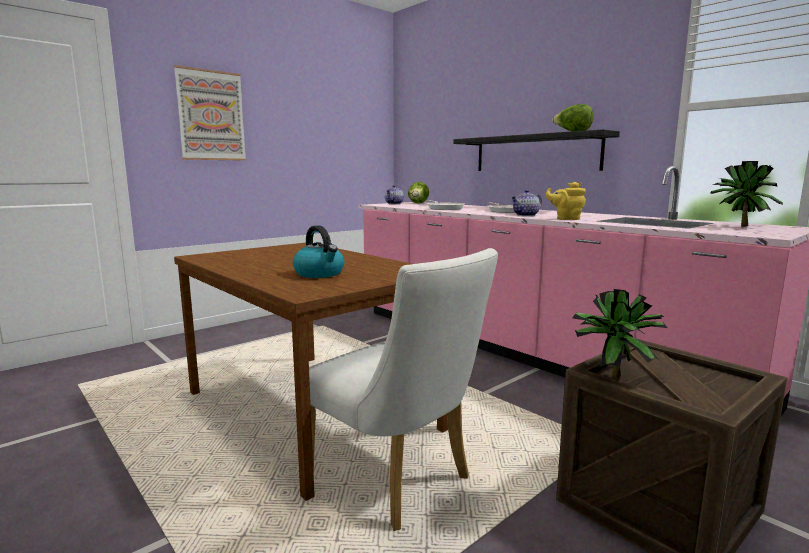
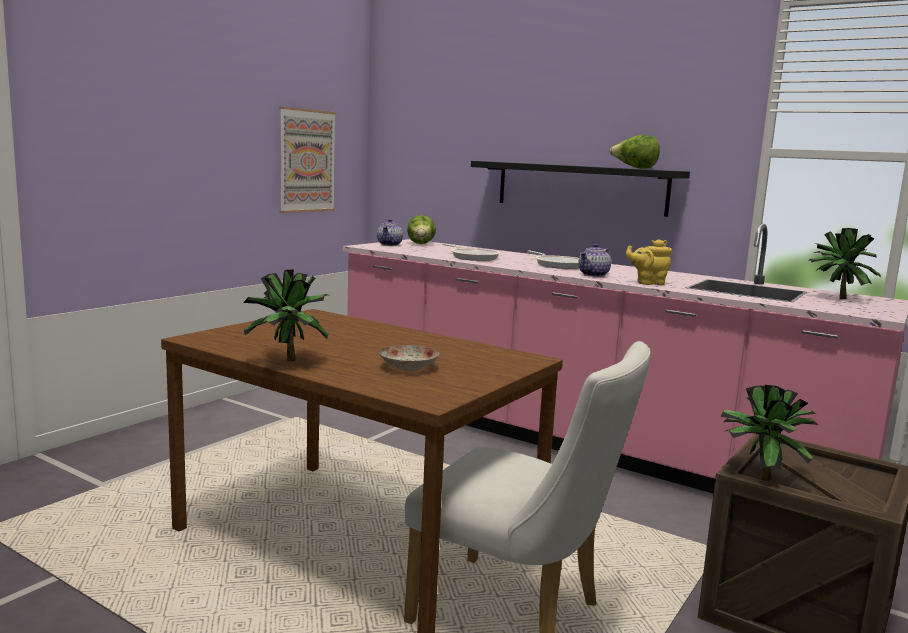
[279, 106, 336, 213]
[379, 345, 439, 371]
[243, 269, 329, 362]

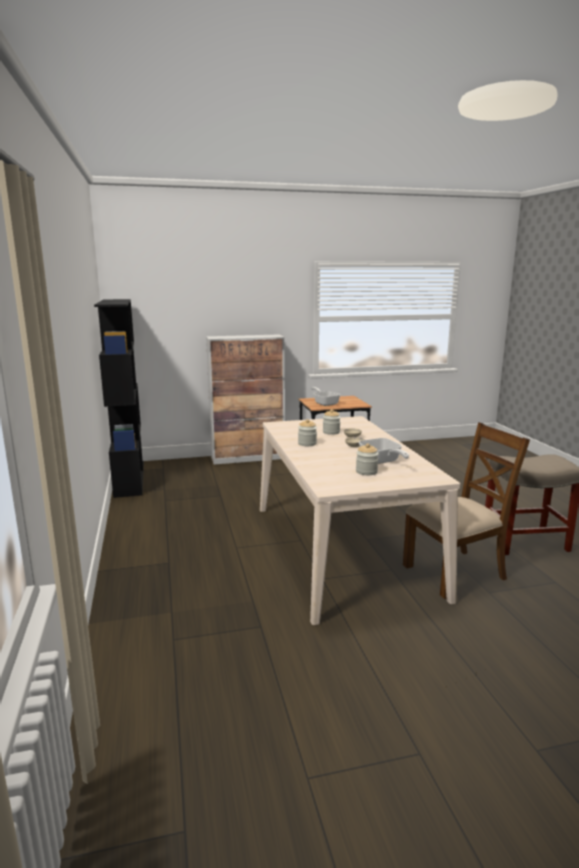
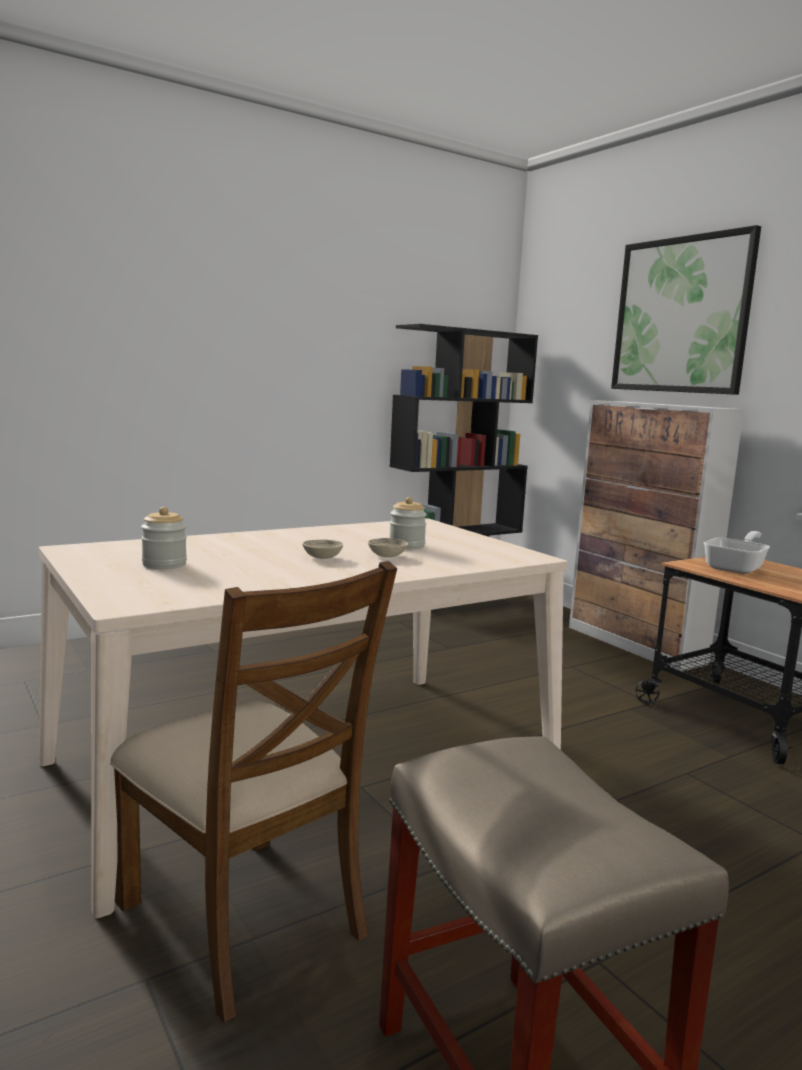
[298, 419, 317, 446] (first image)
[359, 438, 409, 464] (first image)
[611, 225, 761, 395]

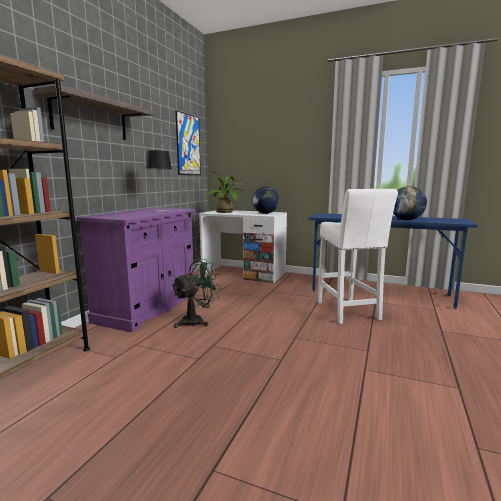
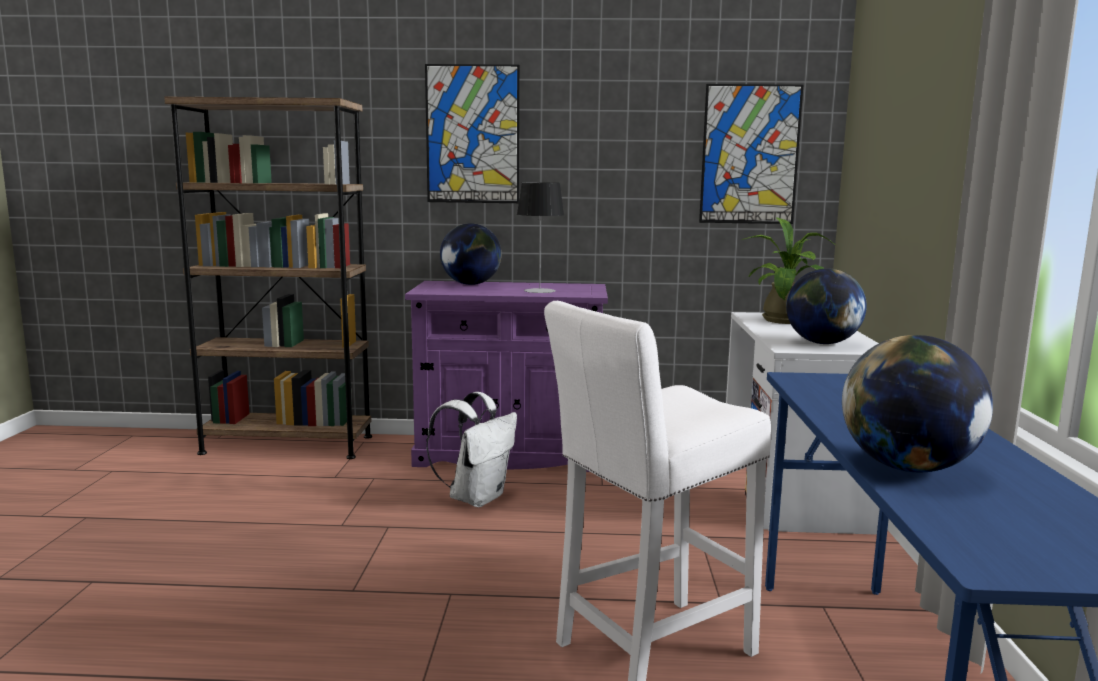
[425, 64, 520, 203]
[426, 392, 517, 507]
[440, 223, 501, 285]

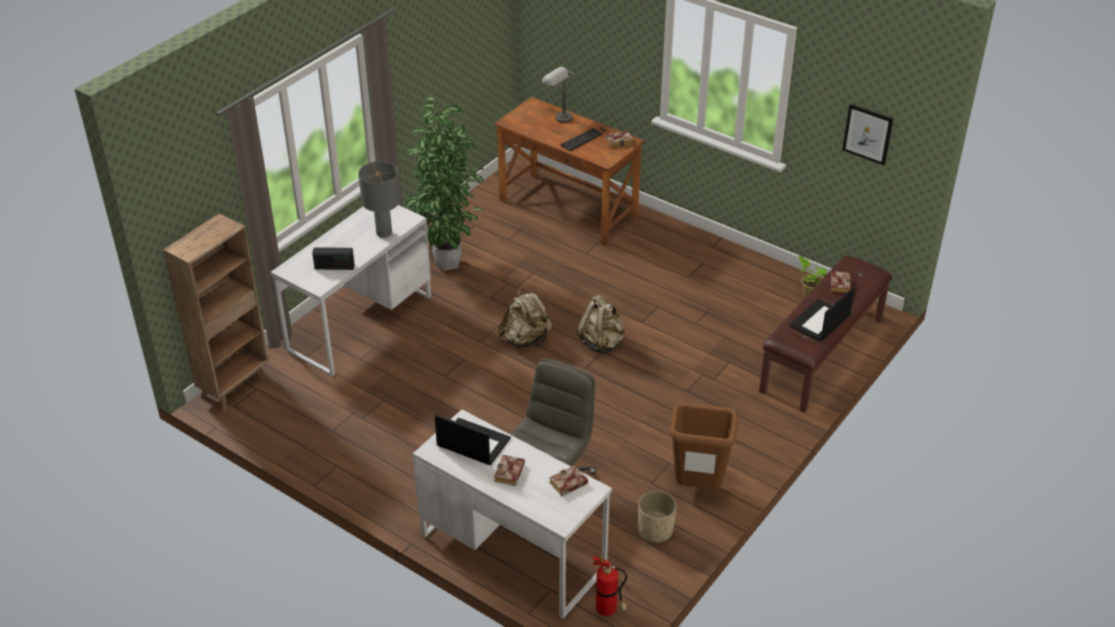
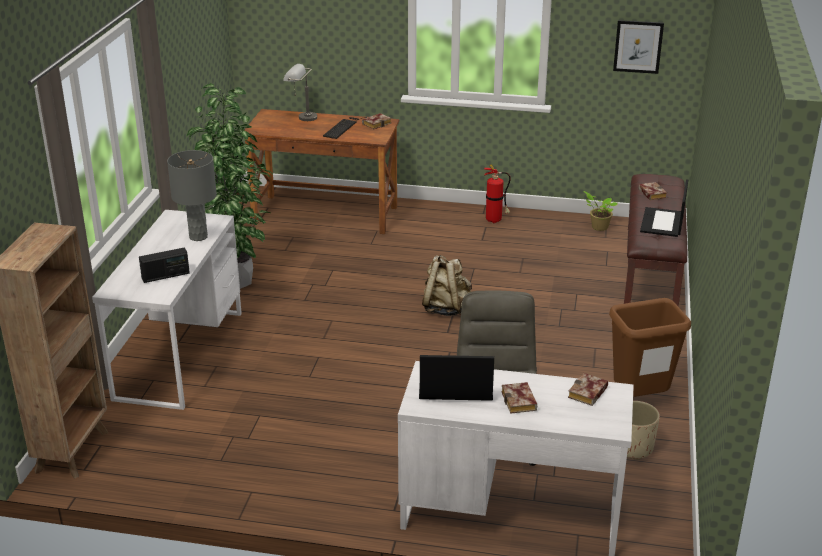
[498, 288, 552, 347] (first image)
[484, 164, 511, 223]

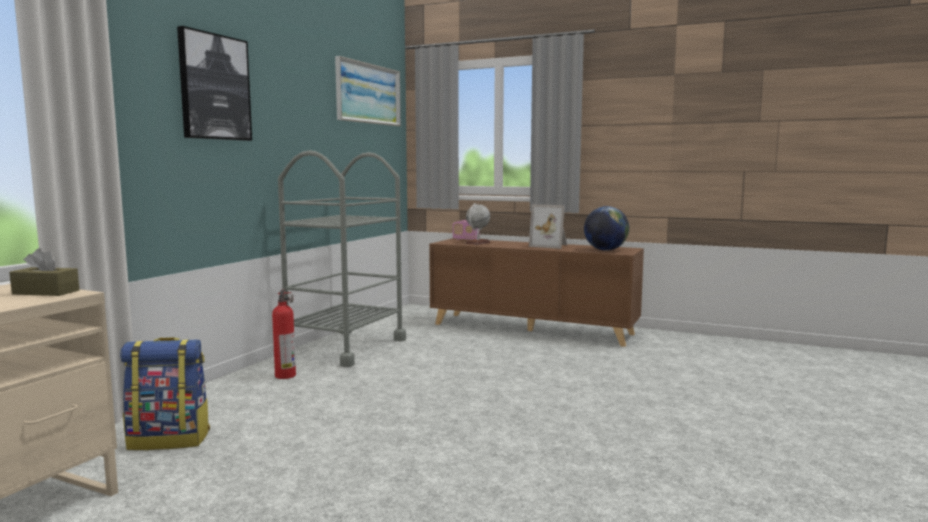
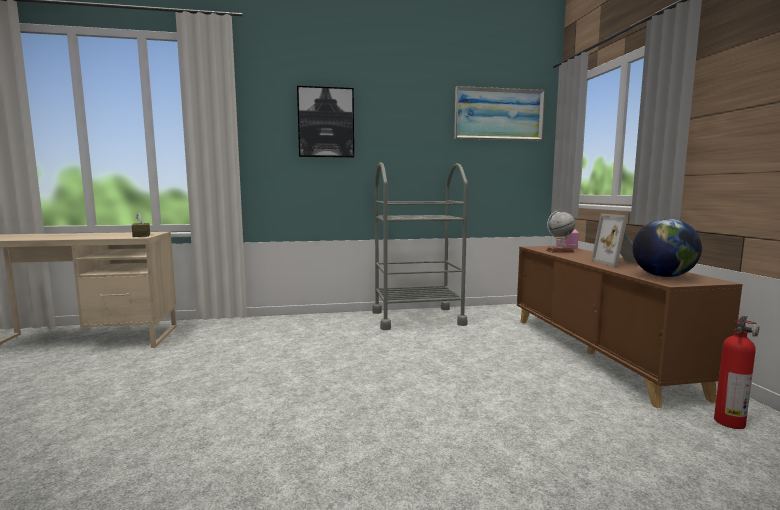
[120, 337, 210, 450] (first image)
[714, 316, 759, 429]

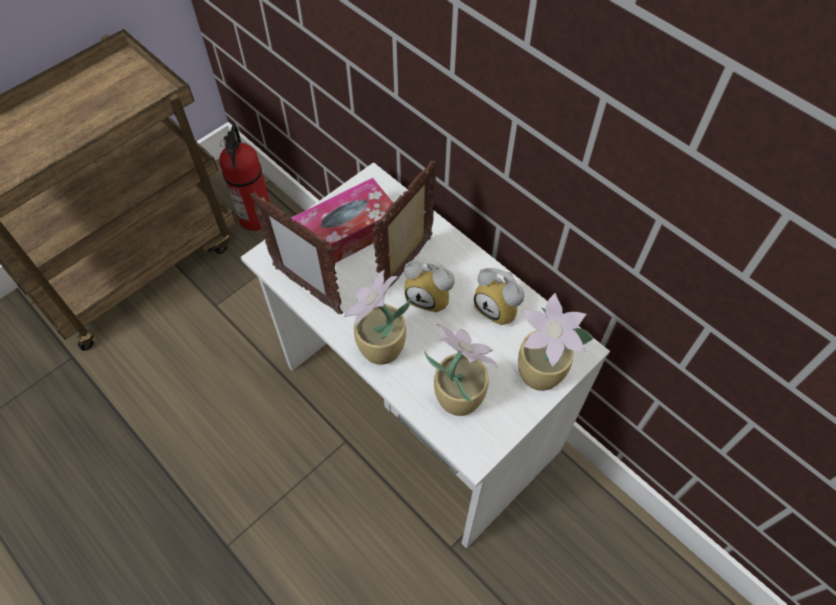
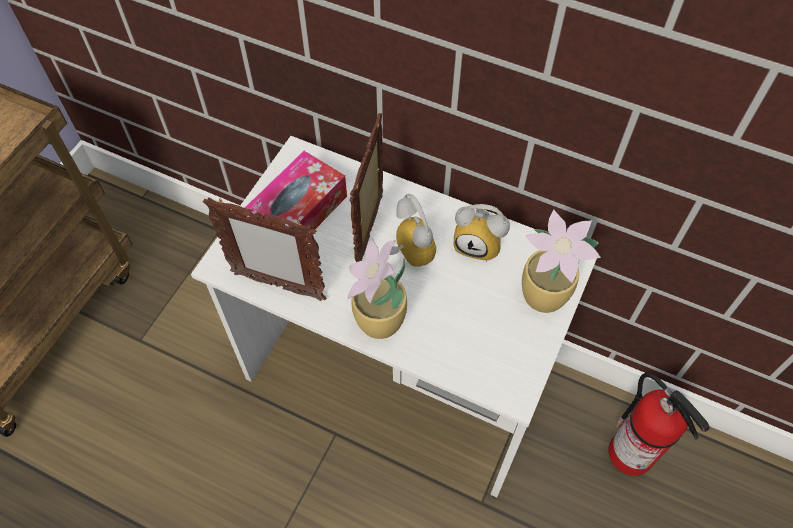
[608, 373, 710, 476]
[390, 194, 436, 267]
[424, 324, 498, 416] (first image)

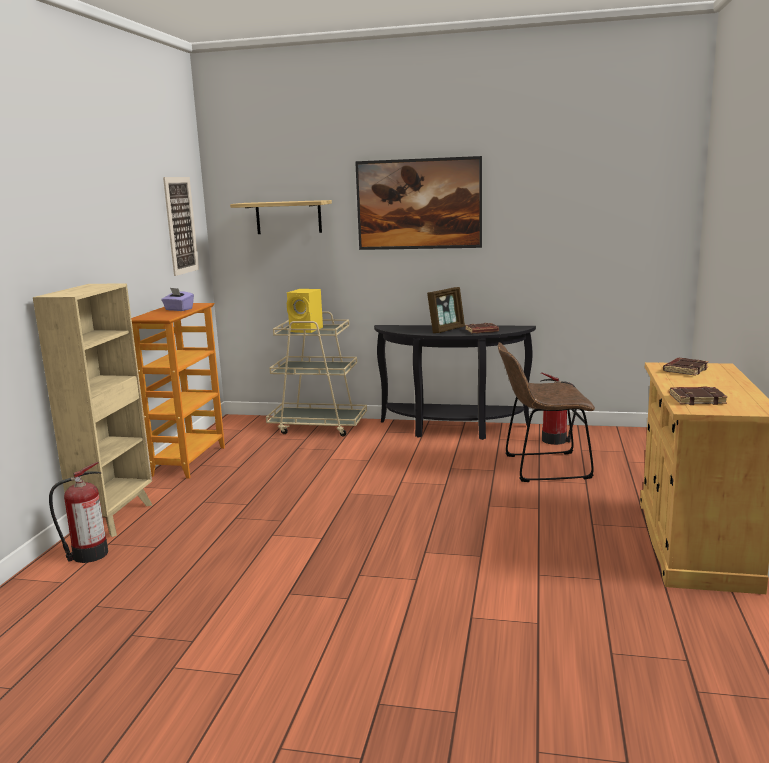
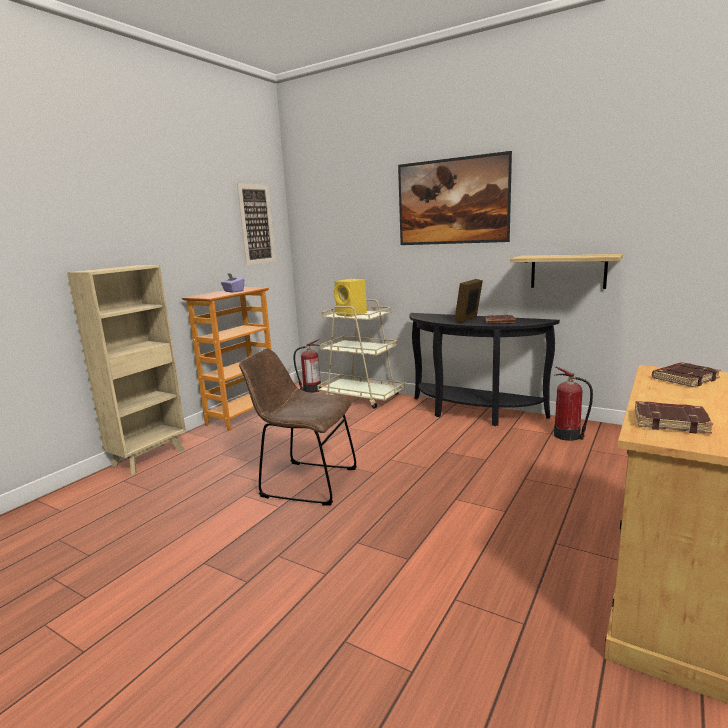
[294, 339, 321, 393]
[510, 254, 623, 289]
[454, 279, 483, 323]
[239, 348, 357, 506]

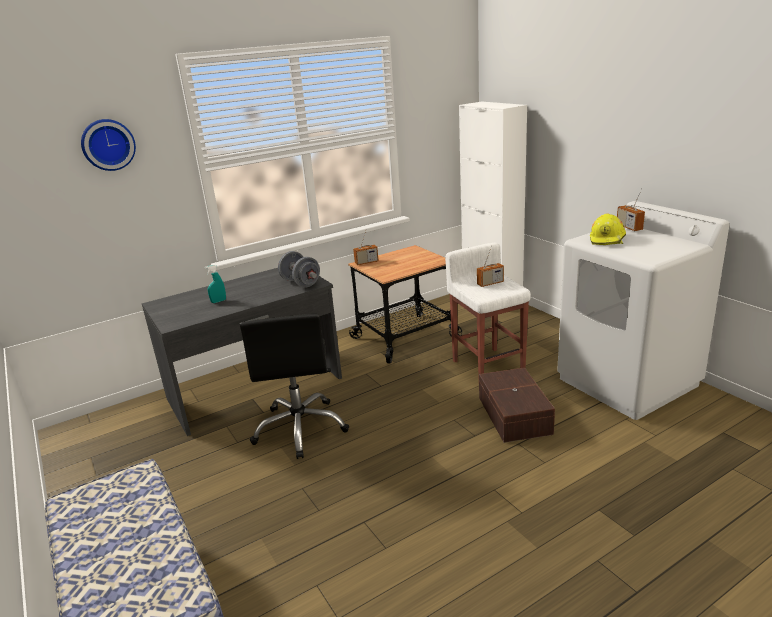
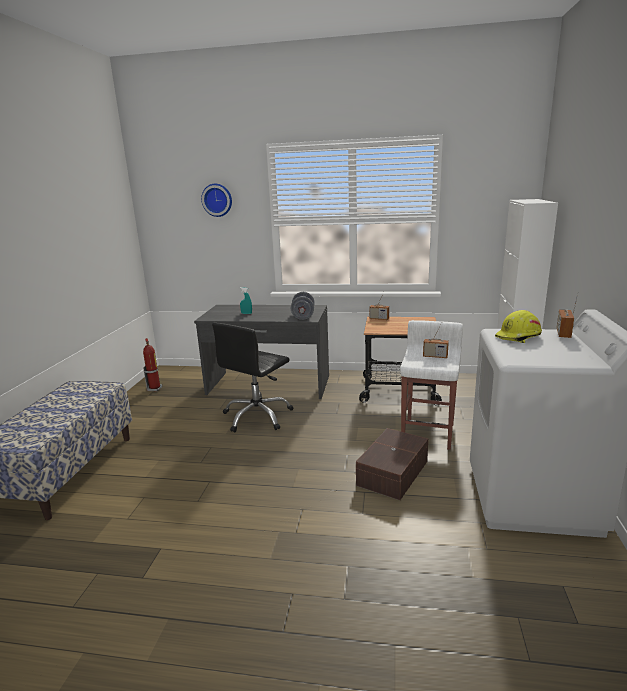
[143, 338, 163, 391]

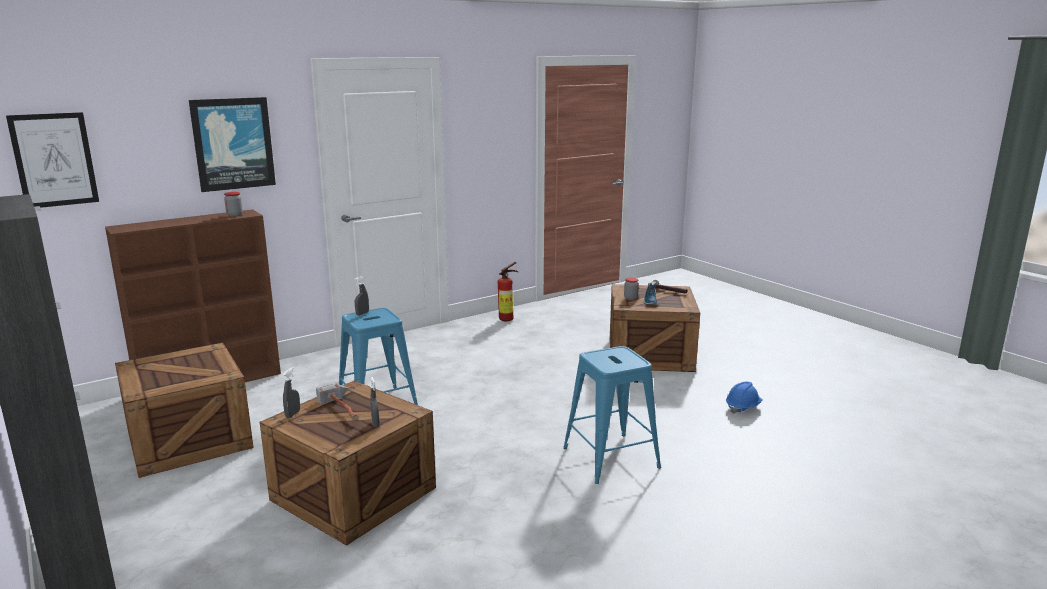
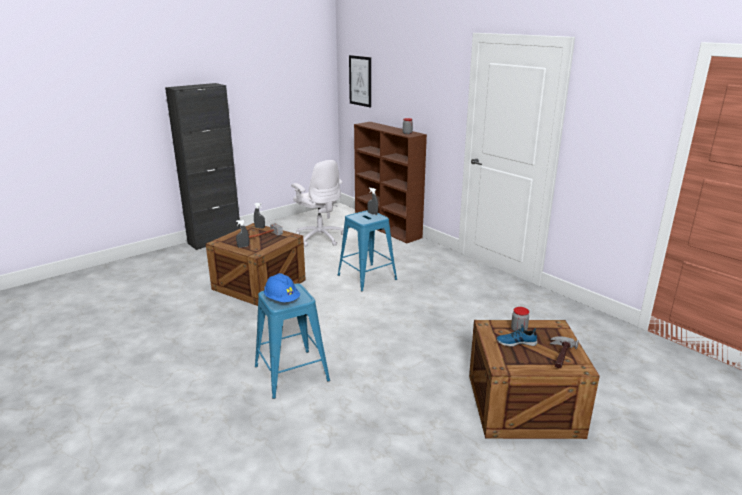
[291, 160, 344, 247]
[189, 97, 276, 192] (first image)
[498, 262, 519, 321] (first image)
[264, 273, 300, 302]

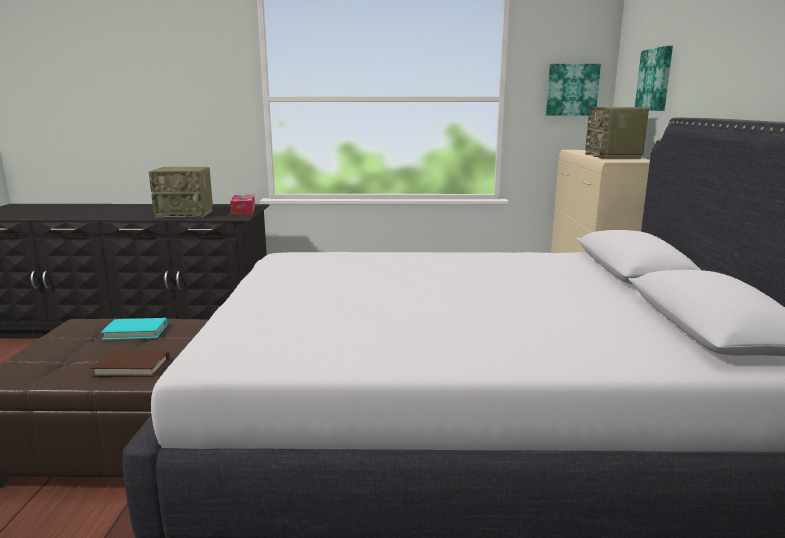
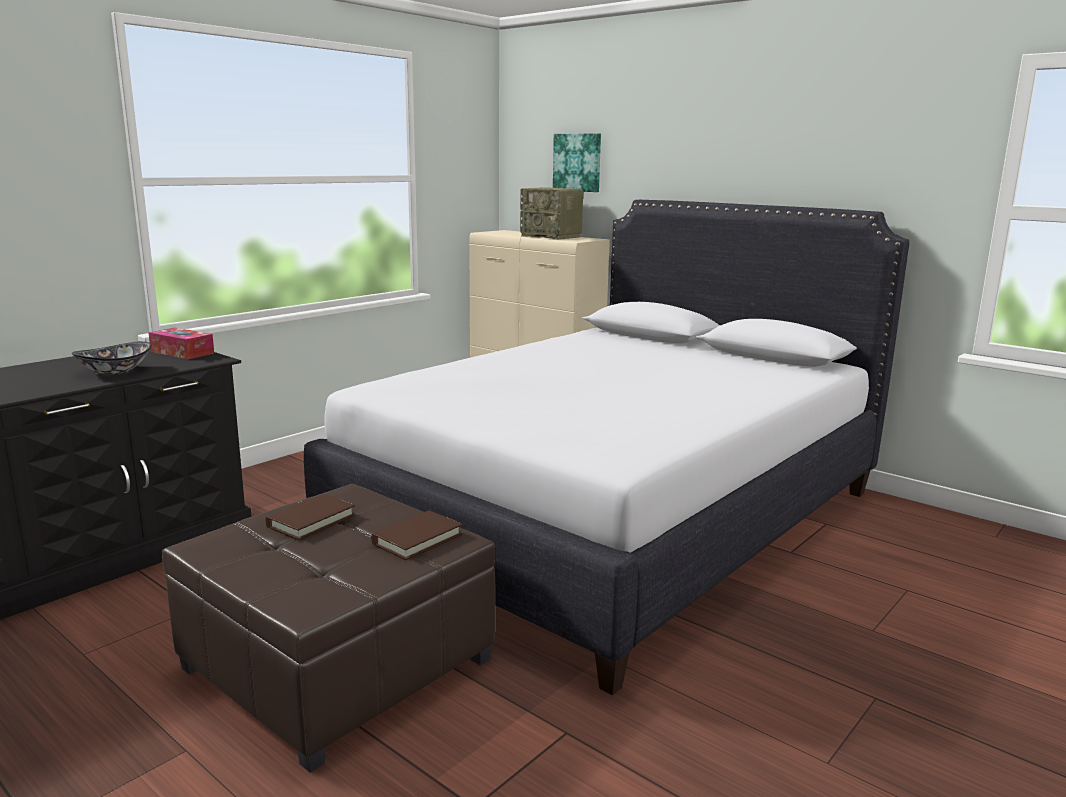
[266, 494, 356, 540]
[72, 341, 152, 374]
[546, 64, 601, 116] (first image)

